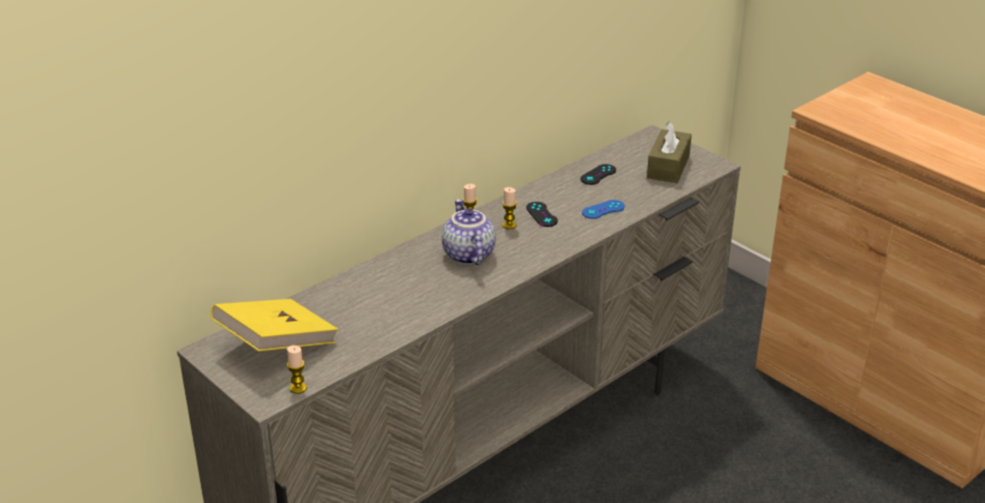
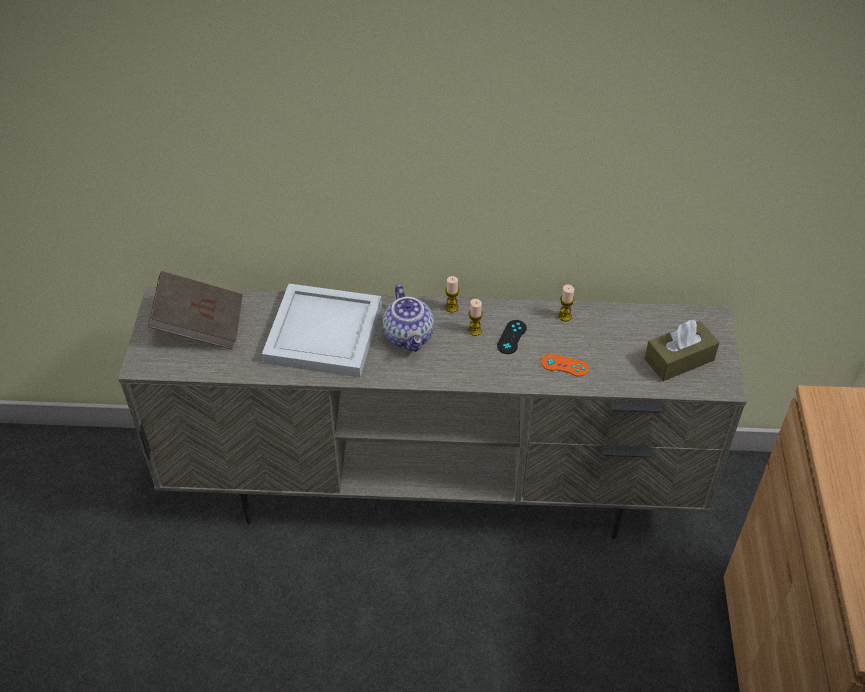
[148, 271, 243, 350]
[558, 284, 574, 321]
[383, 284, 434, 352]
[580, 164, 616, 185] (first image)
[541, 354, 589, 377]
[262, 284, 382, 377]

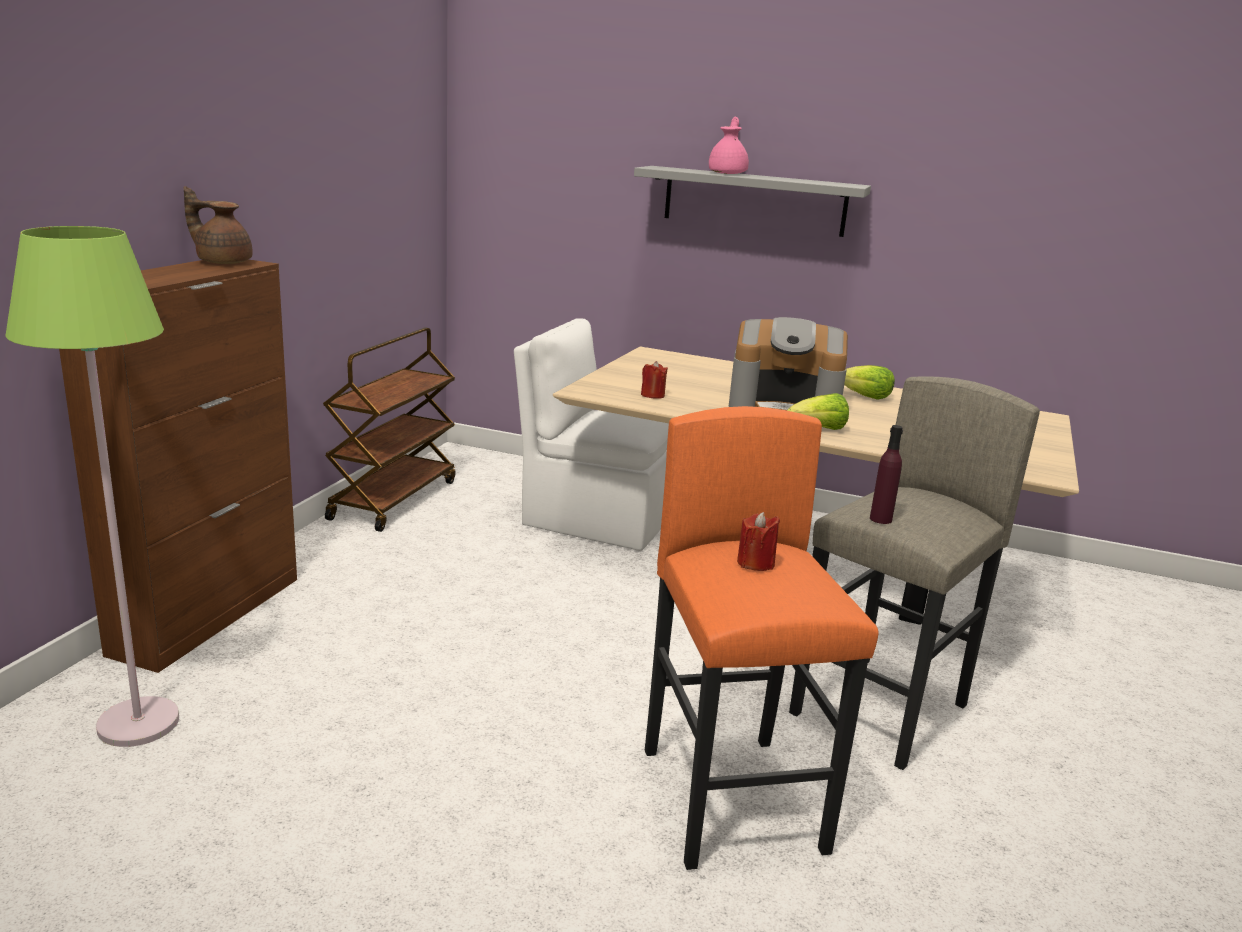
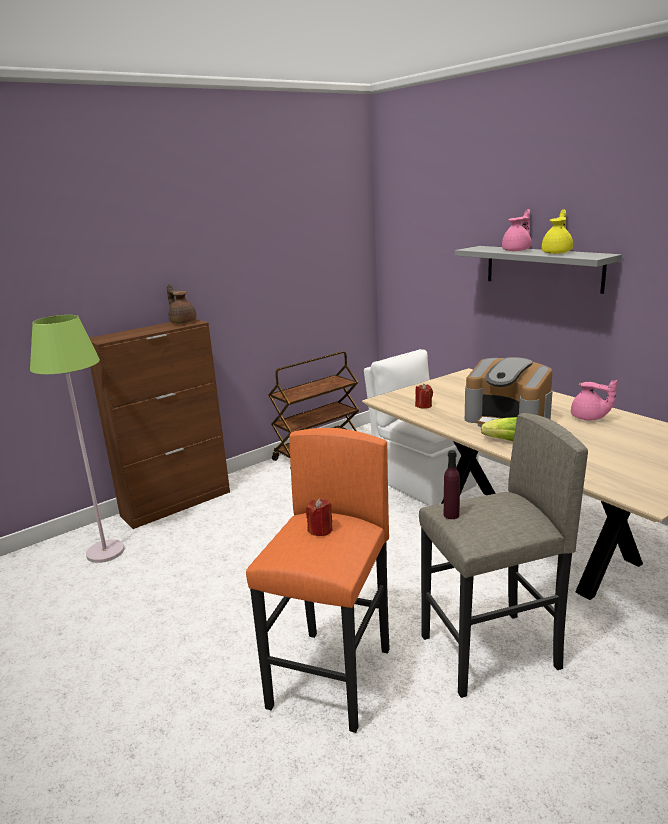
[571, 380, 617, 421]
[542, 209, 573, 254]

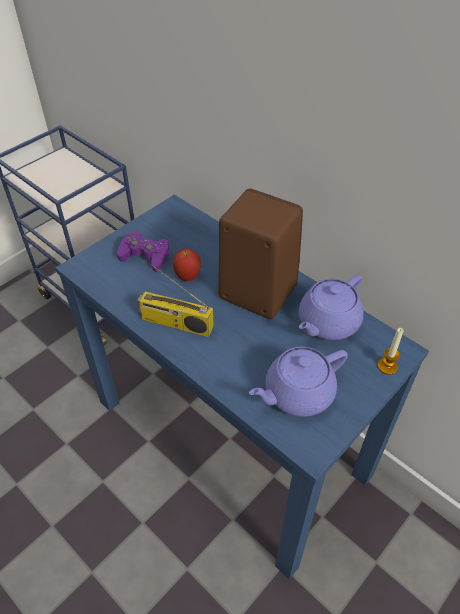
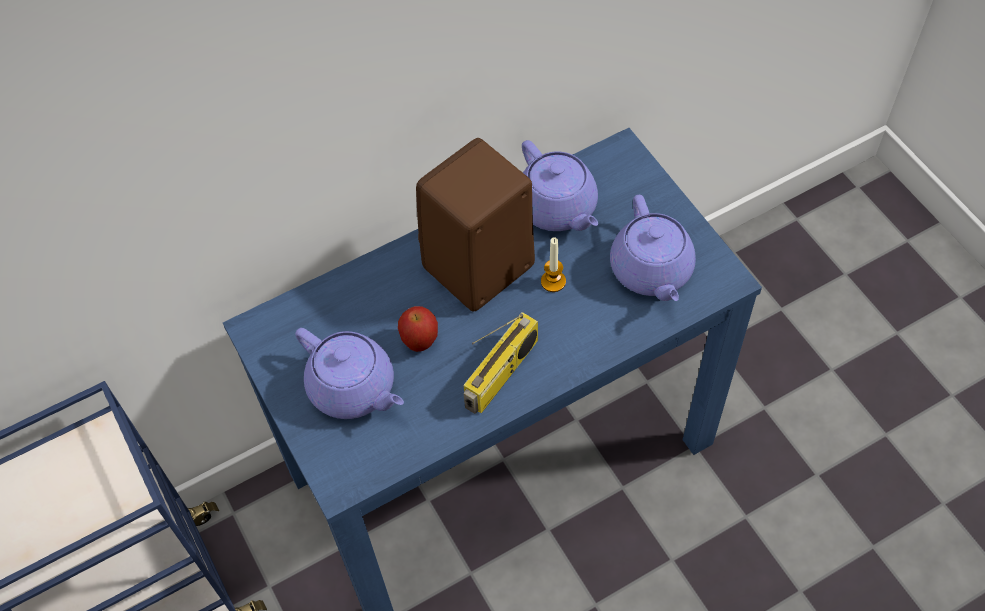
[295, 328, 404, 419]
[541, 237, 566, 292]

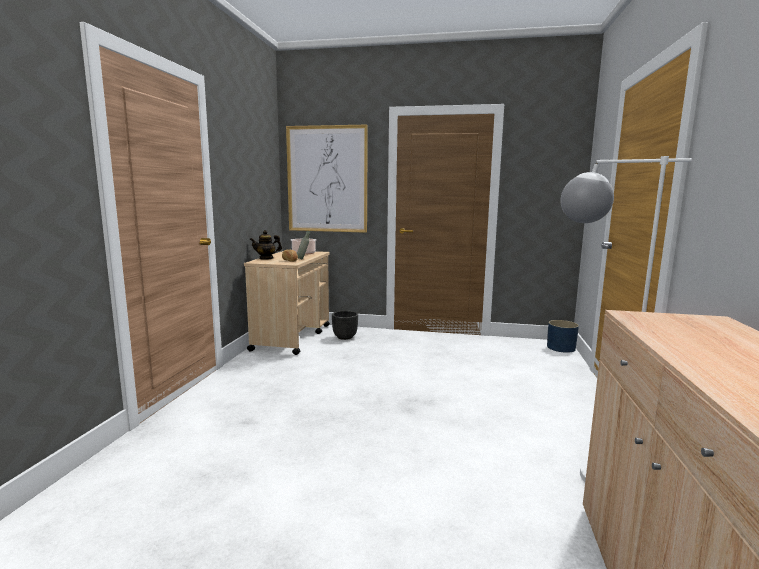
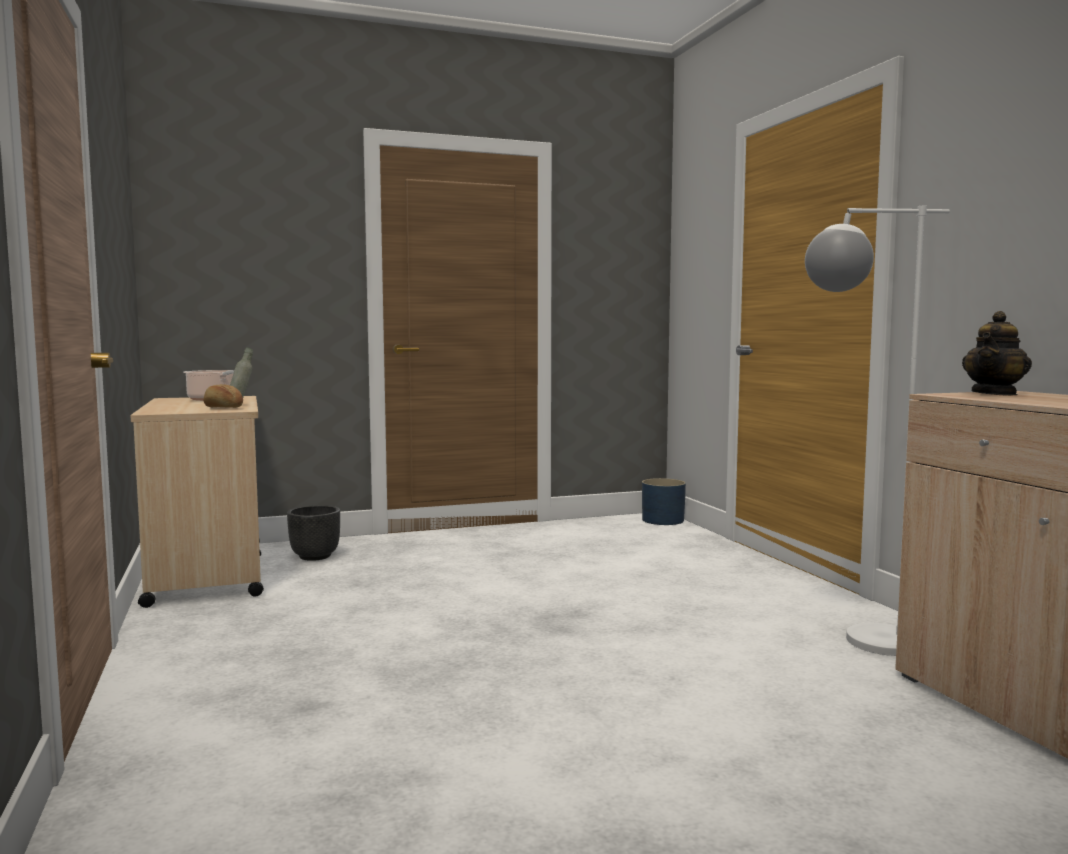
[962, 311, 1032, 396]
[286, 125, 368, 233] (first image)

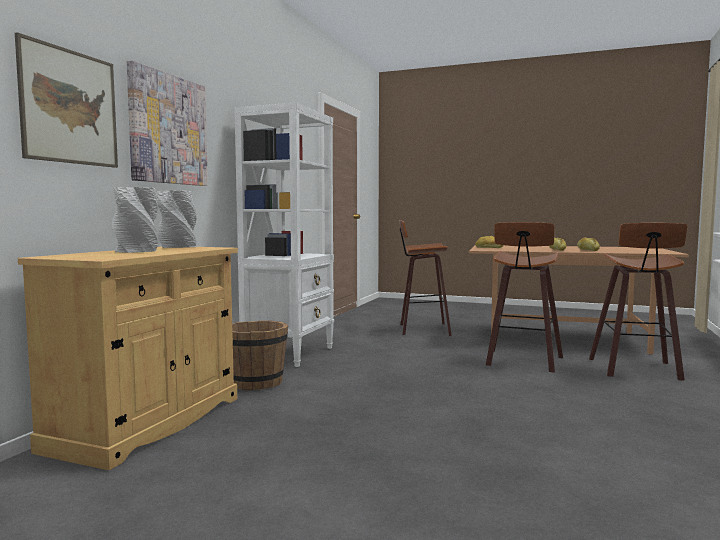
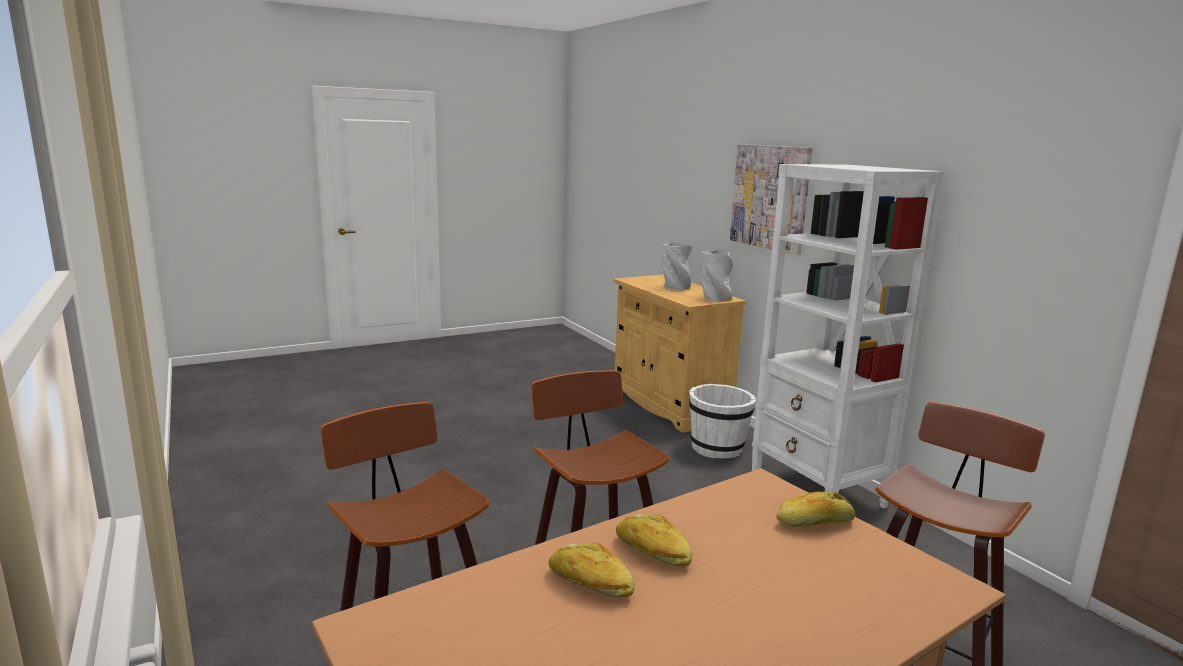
[15, 32, 118, 168] (first image)
[689, 384, 756, 459]

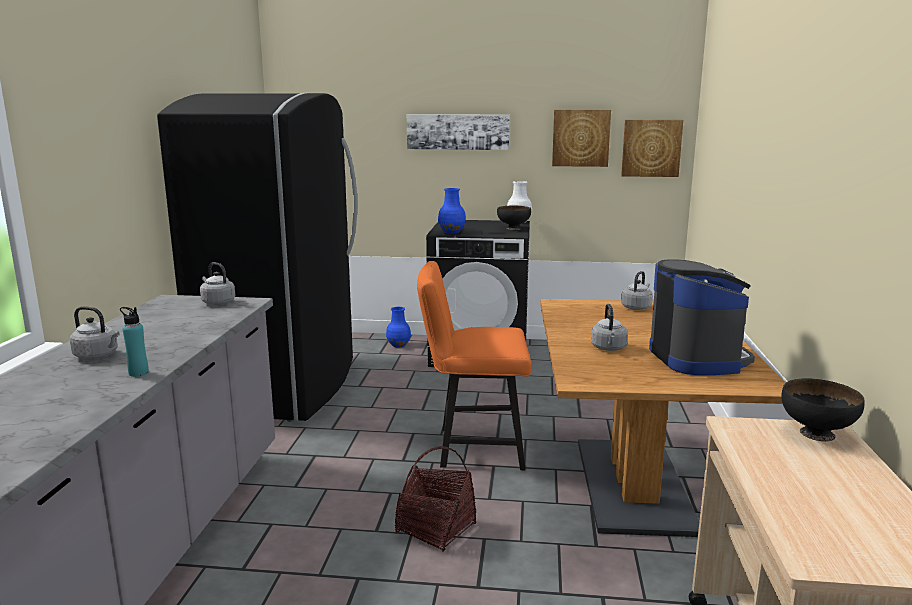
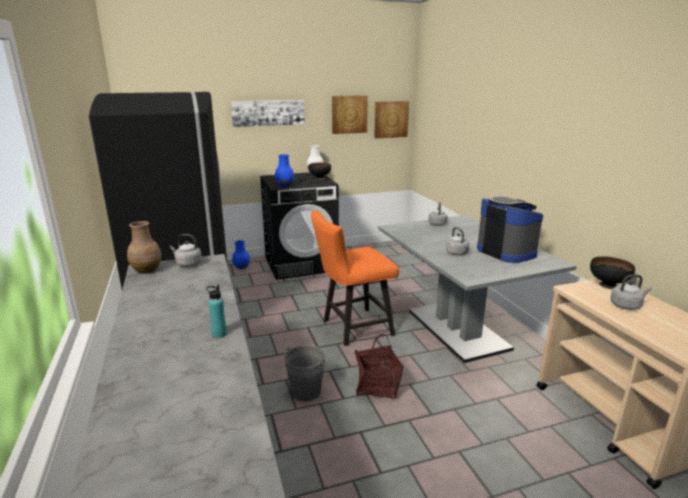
[610, 274, 651, 310]
[378, 215, 577, 363]
[127, 221, 162, 274]
[284, 345, 325, 401]

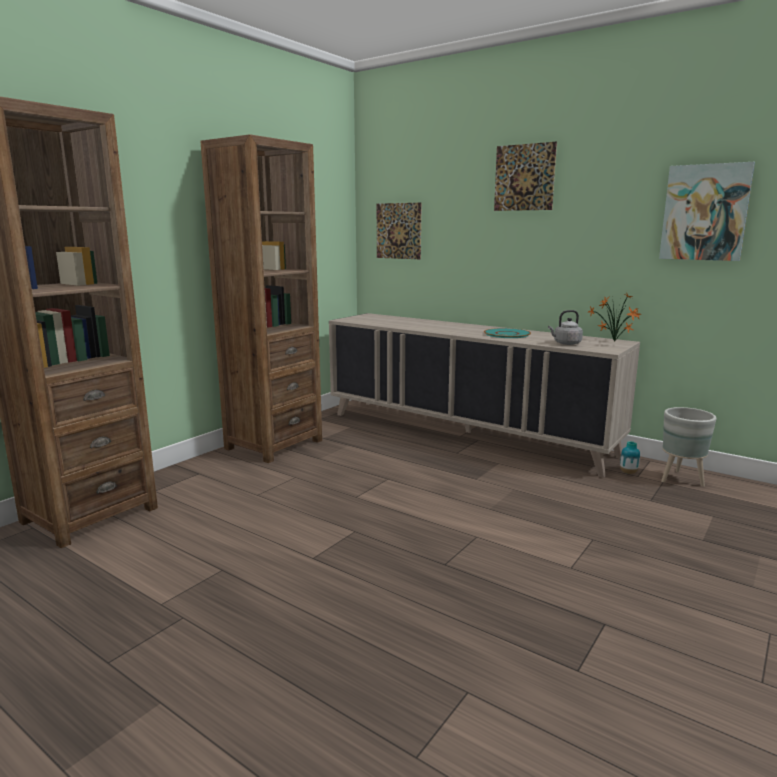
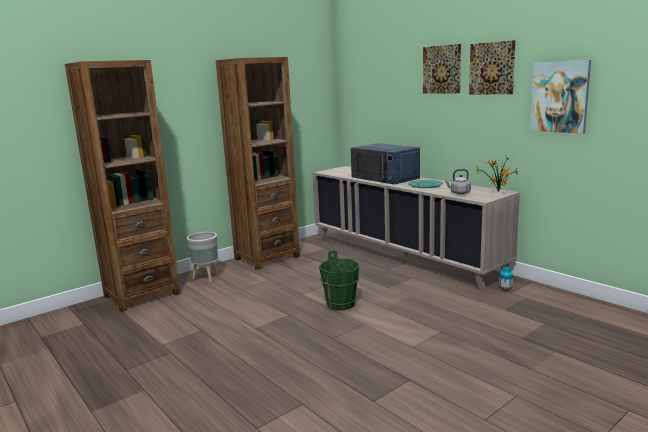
[469, 40, 516, 94]
[187, 232, 218, 283]
[319, 250, 359, 311]
[351, 143, 420, 185]

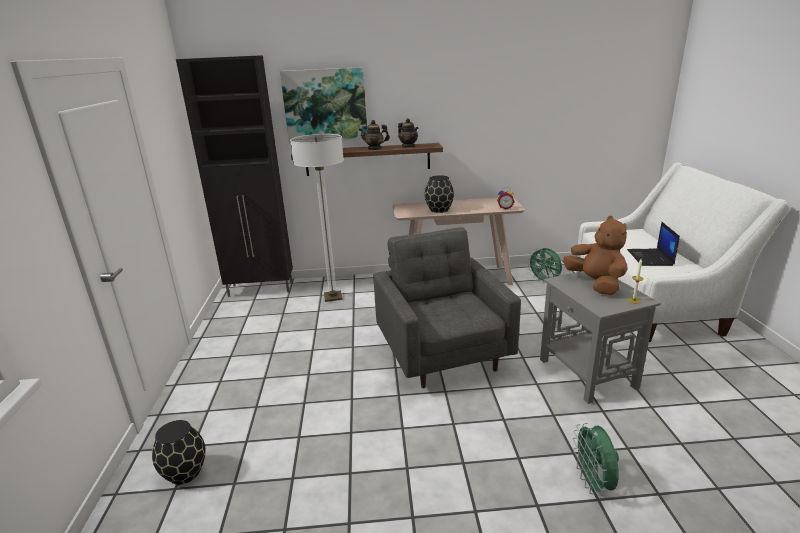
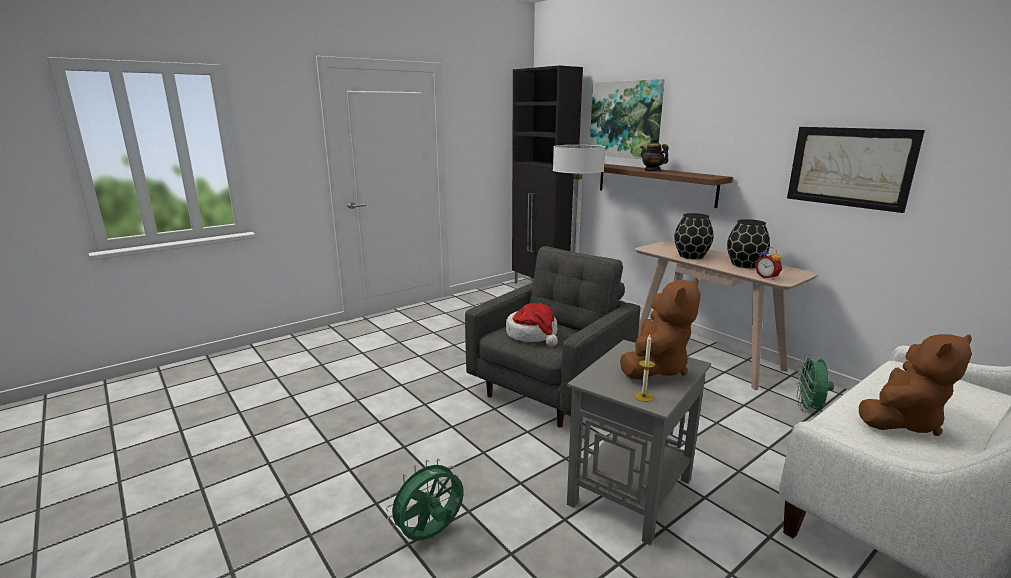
[727, 219, 770, 268]
[398, 118, 418, 147] (first image)
[859, 334, 972, 436]
[506, 303, 558, 347]
[787, 127, 925, 213]

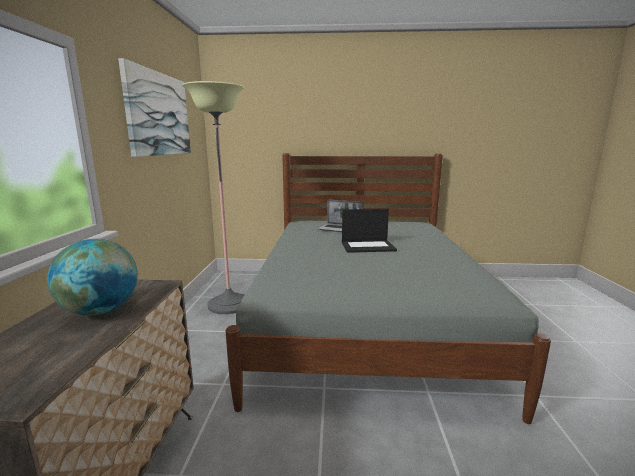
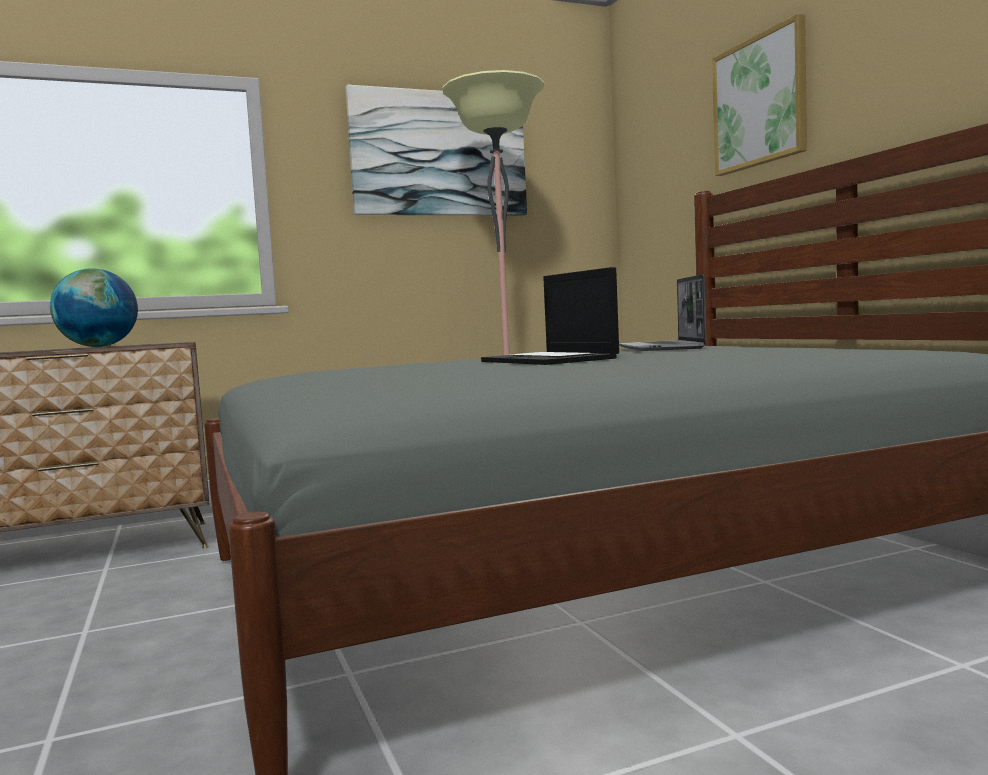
[712, 14, 807, 176]

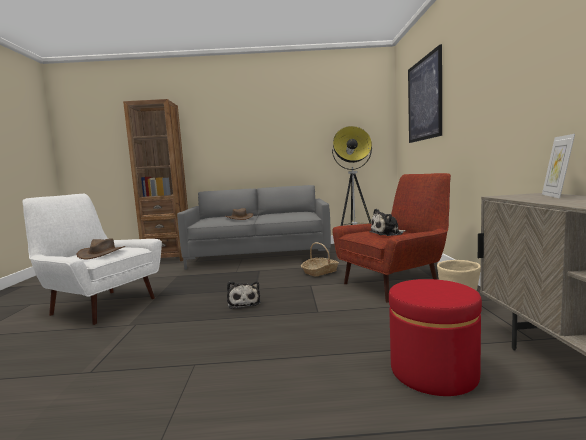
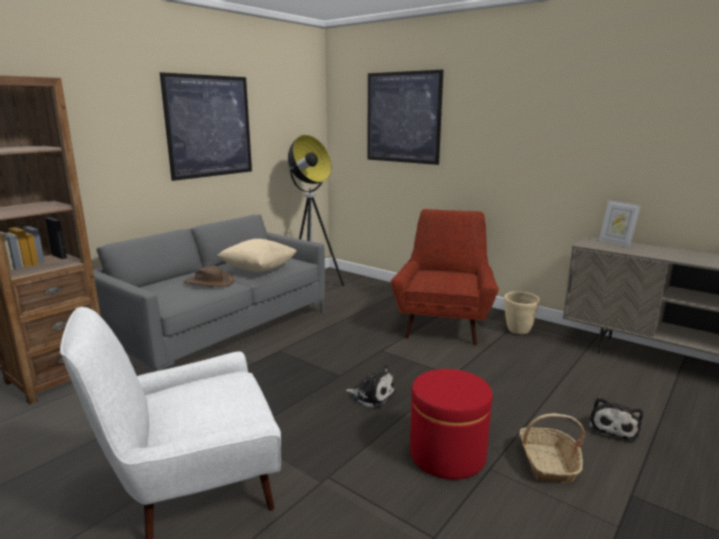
[77, 238, 126, 260] (first image)
[519, 413, 585, 483]
[589, 397, 643, 442]
[410, 369, 493, 480]
[160, 72, 252, 181]
[217, 239, 297, 272]

